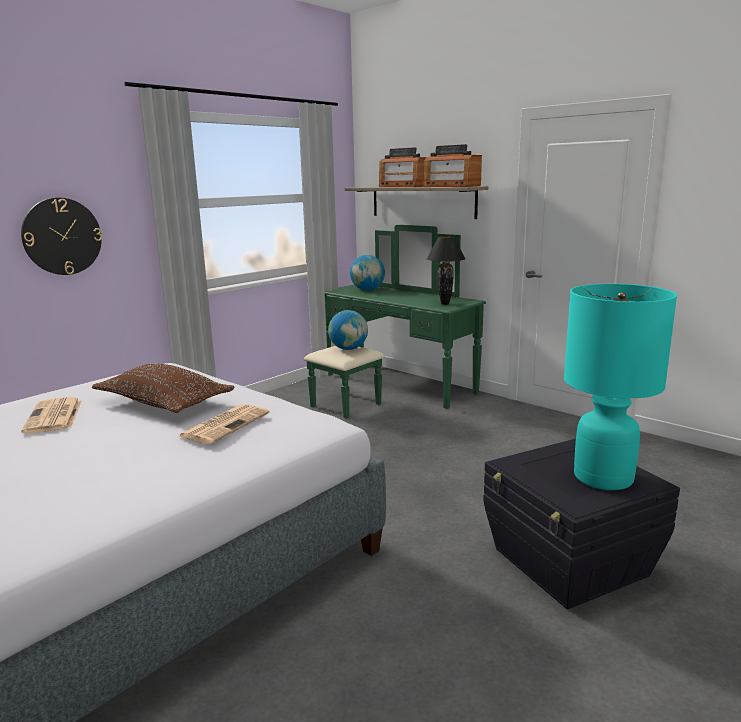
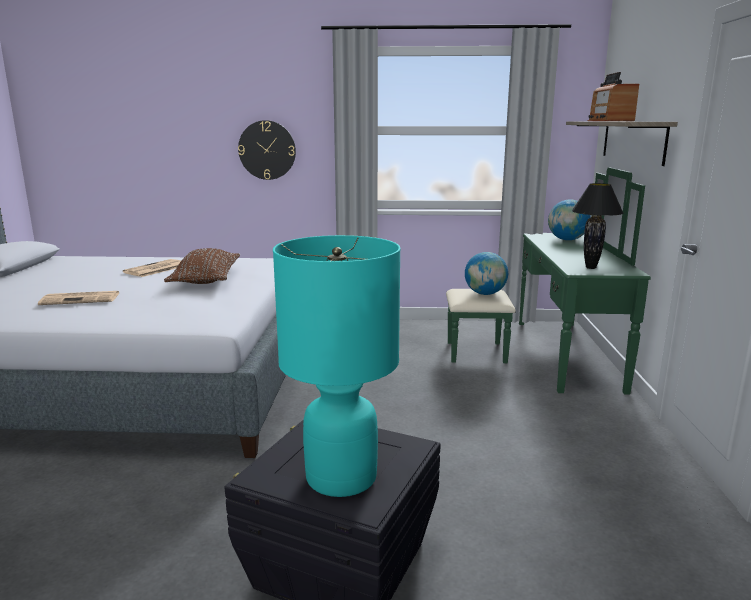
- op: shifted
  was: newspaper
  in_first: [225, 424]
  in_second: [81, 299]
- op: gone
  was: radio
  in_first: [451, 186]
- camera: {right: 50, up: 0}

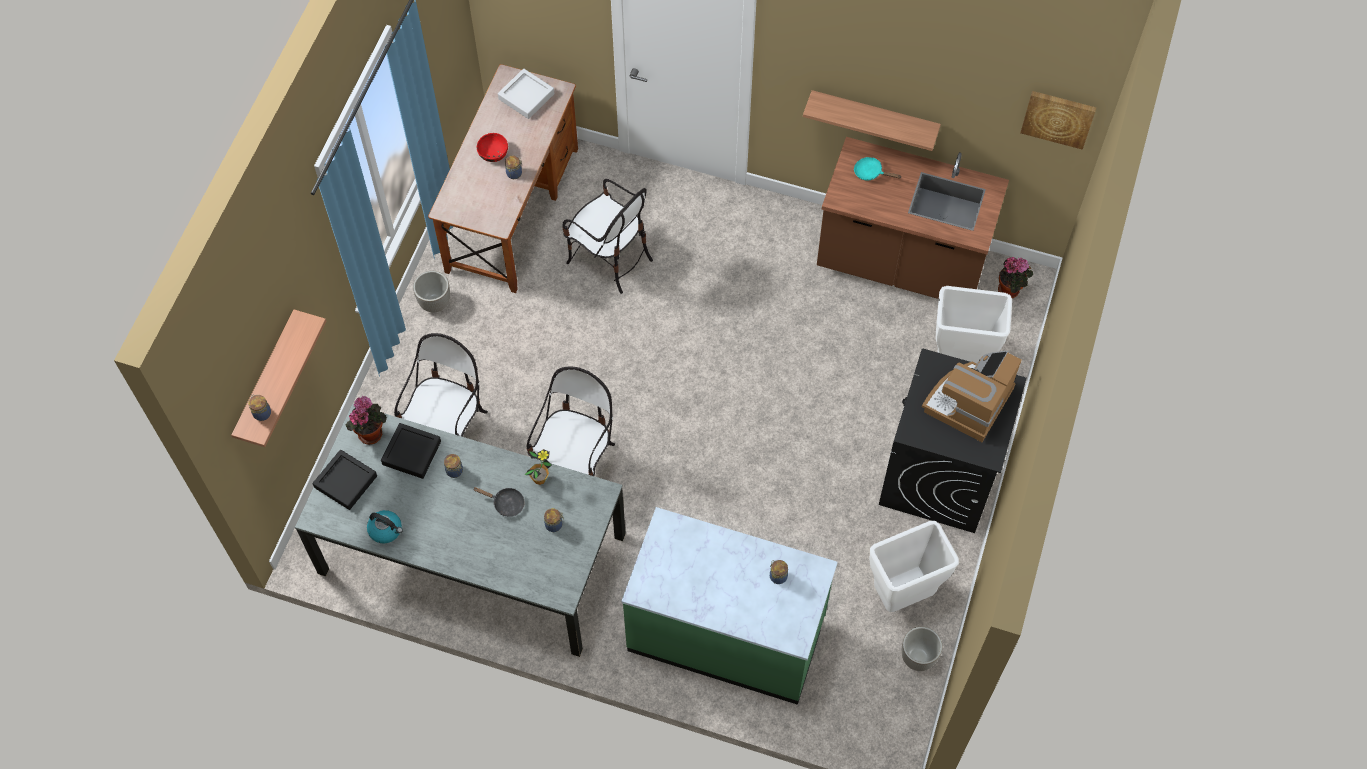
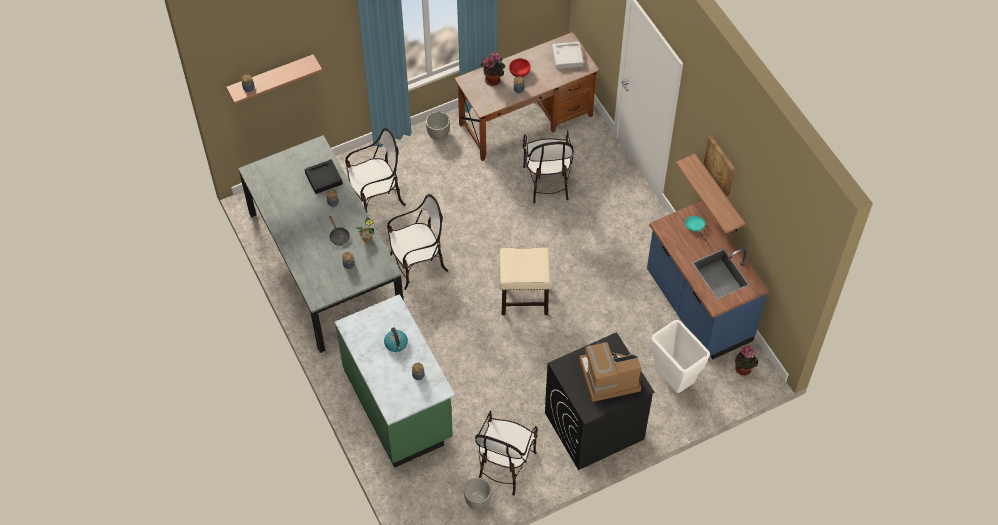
- op: gone
  was: black tray
  in_first: [345, 482]
- op: shifted
  was: potted plant
  in_first: [370, 432]
  in_second: [493, 79]
- op: shifted
  was: kettle
  in_first: [386, 530]
  in_second: [396, 344]
- op: repainted
  was: brown counter
  now: blue counter
  in_first: [901, 265]
  in_second: [697, 308]
- op: swapped
  was: white trash can
  now: chair
  in_first: [901, 595]
  in_second: [505, 465]
- op: shifted
  was: picture
  in_first: [1058, 118]
  in_second: [720, 165]
- op: new
  now: beige stool
  in_second: [523, 299]
- camera: {right: 45, up: -5}

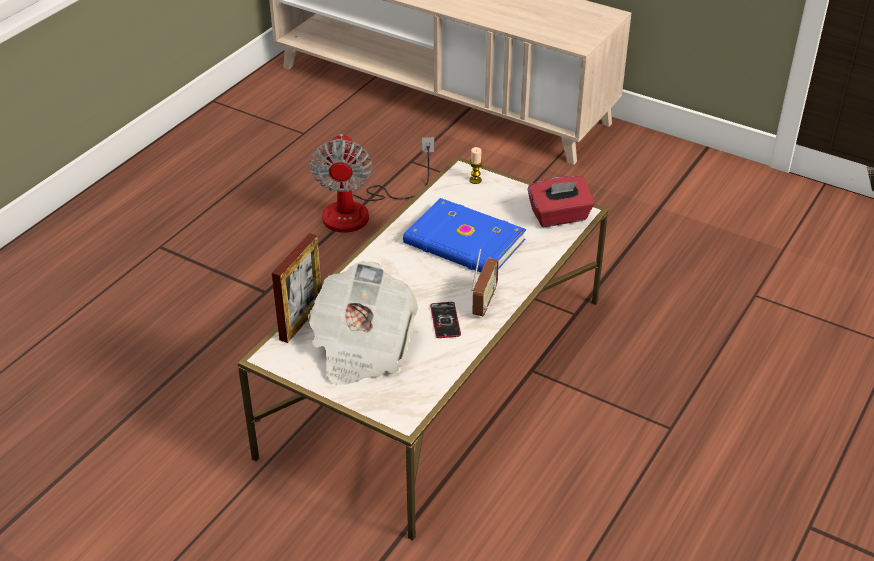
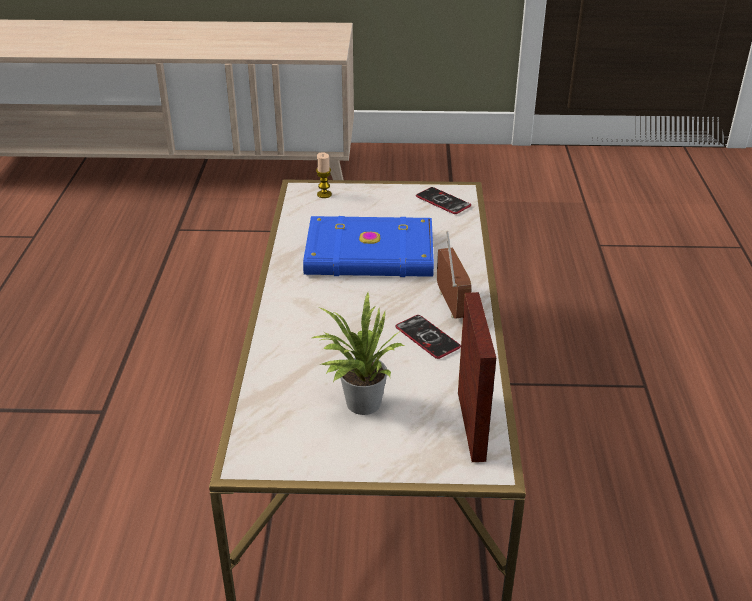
- op: shifted
  was: picture frame
  in_first: [301, 320]
  in_second: [471, 425]
- op: swapped
  was: newspaper
  now: potted plant
  in_first: [361, 347]
  in_second: [358, 403]
- op: gone
  was: fan
  in_first: [360, 211]
- op: swapped
  was: red tissue box
  now: phone
  in_first: [559, 216]
  in_second: [443, 201]
- camera: {right: -30, up: -5}

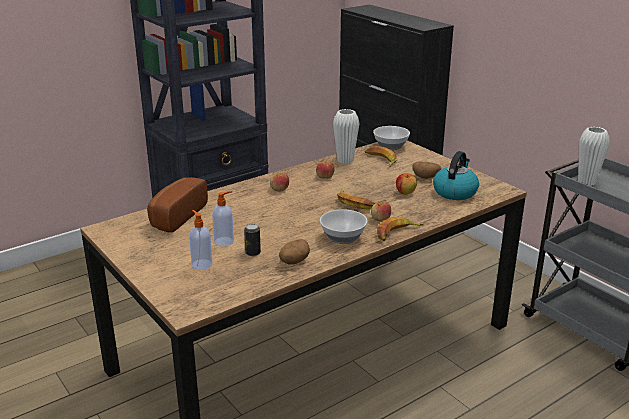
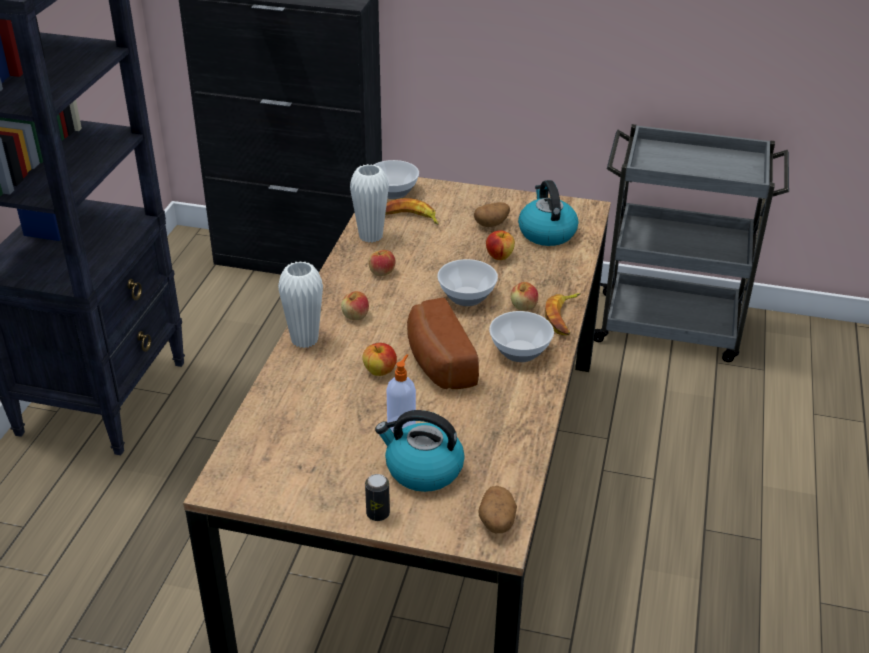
- op: shifted
  was: bread
  in_first: [175, 216]
  in_second: [437, 362]
- op: swapped
  was: soap dispenser
  now: kettle
  in_first: [201, 264]
  in_second: [422, 469]
- op: shifted
  was: can
  in_first: [253, 253]
  in_second: [378, 513]
- op: shifted
  was: potato
  in_first: [294, 261]
  in_second: [497, 523]
- op: swapped
  was: banana
  now: bowl
  in_first: [355, 203]
  in_second: [467, 296]
- op: shifted
  was: white vase
  in_first: [586, 182]
  in_second: [304, 340]
- op: new
  now: apple
  in_second: [380, 371]
- camera: {right: -40, up: 10}

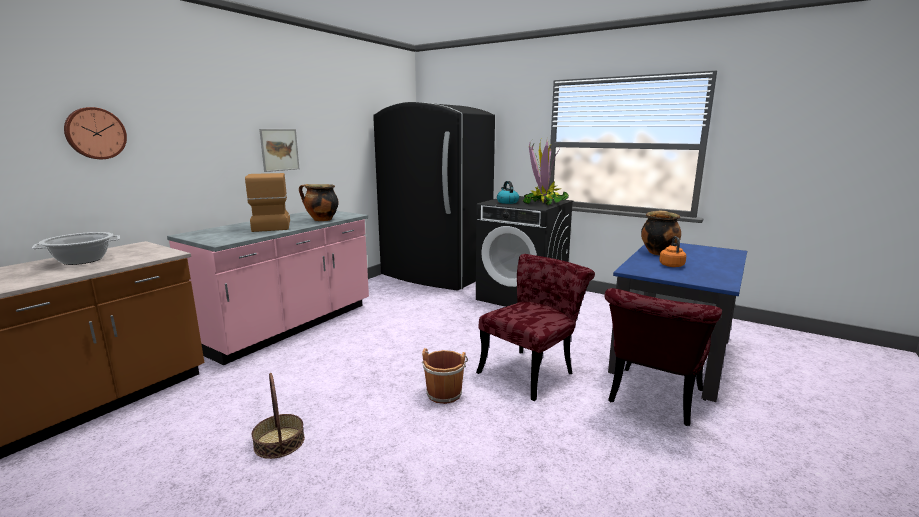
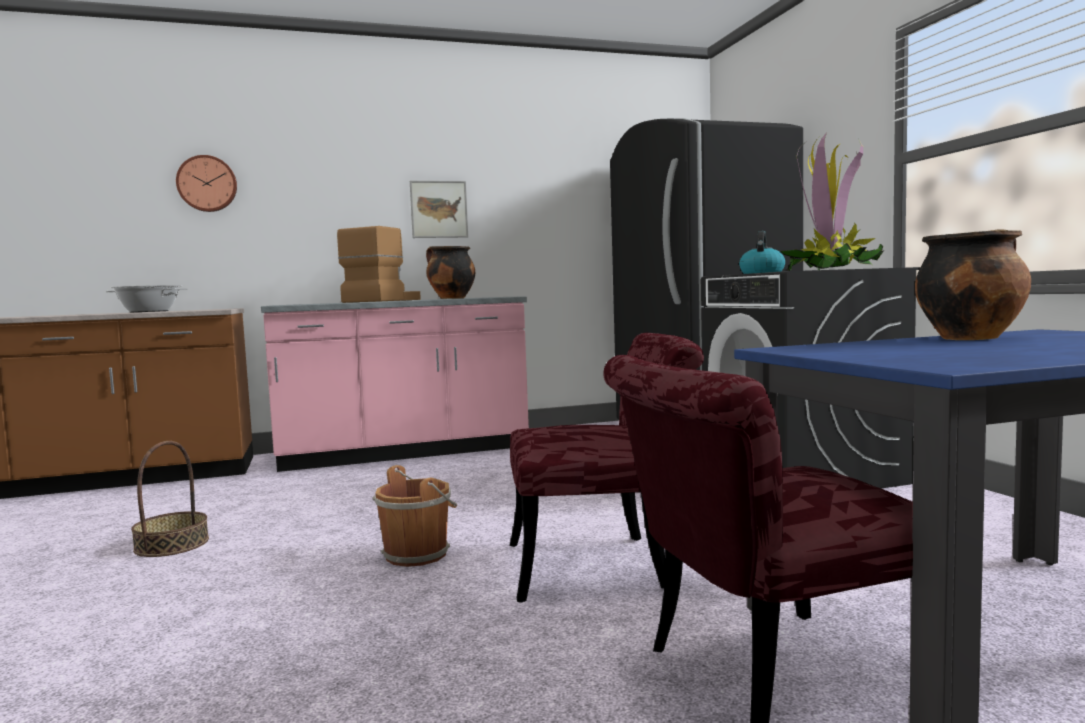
- op: gone
  was: orange kettle
  in_first: [671, 265]
- camera: {right: 40, up: -10}

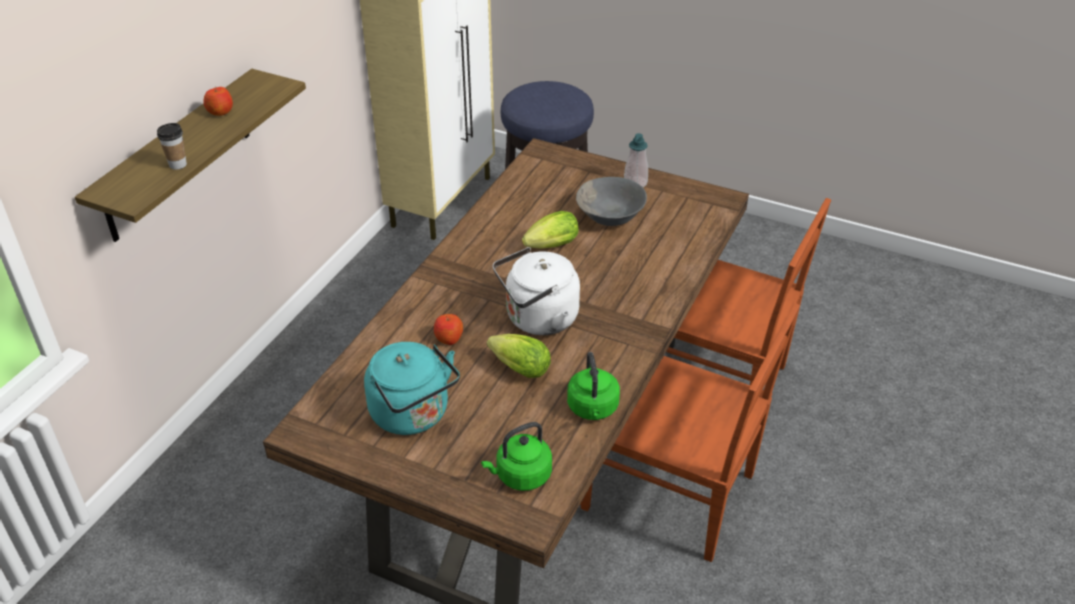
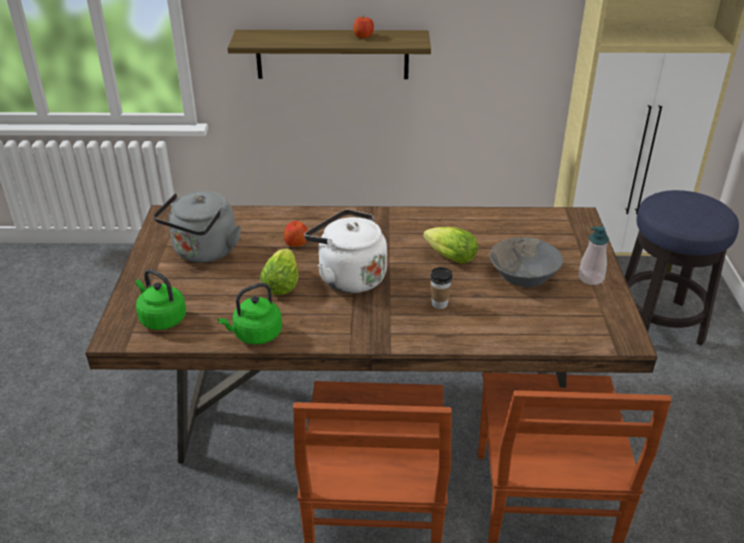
- op: shifted
  was: cup
  in_first: [178, 164]
  in_second: [439, 304]
- op: repainted
  was: turquoise kettle
  now: grey kettle
  in_first: [413, 415]
  in_second: [203, 252]
- camera: {right: 65, up: -5}

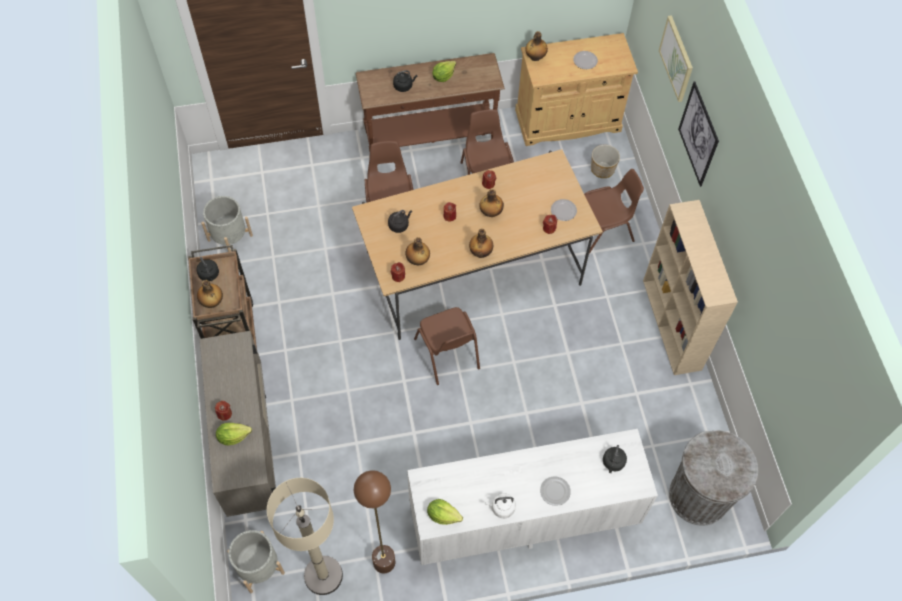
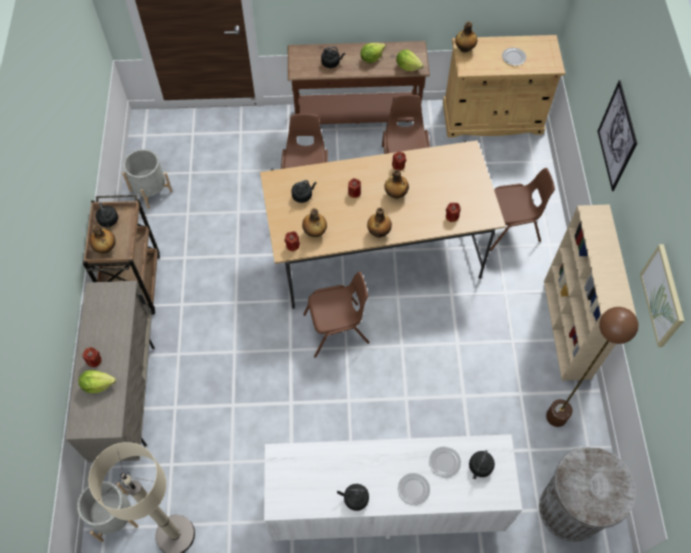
- op: shifted
  was: brown floor lamp
  in_first: [384, 562]
  in_second: [556, 417]
- op: rotated
  was: brown chair
  in_first: [447, 354]
  in_second: [337, 329]
  clockwise: -90
- op: shifted
  was: lettuce
  in_first: [443, 515]
  in_second: [408, 66]
- op: repainted
  was: white kettle
  now: black kettle
  in_first: [501, 508]
  in_second: [354, 499]
- op: shifted
  was: plate
  in_first: [563, 210]
  in_second: [444, 462]
- op: gone
  was: planter
  in_first: [602, 169]
- op: shifted
  was: picture
  in_first: [677, 58]
  in_second: [663, 296]
- camera: {right: 10, up: 0}

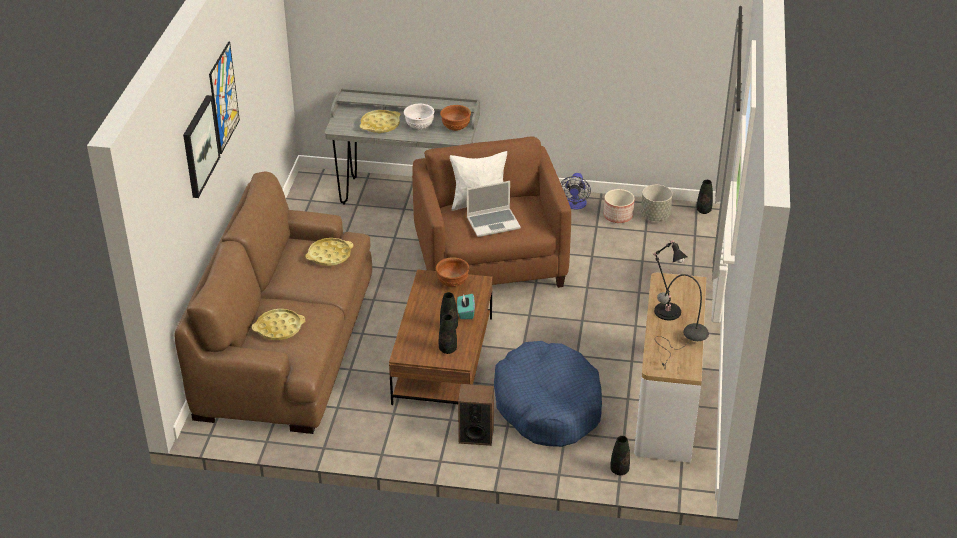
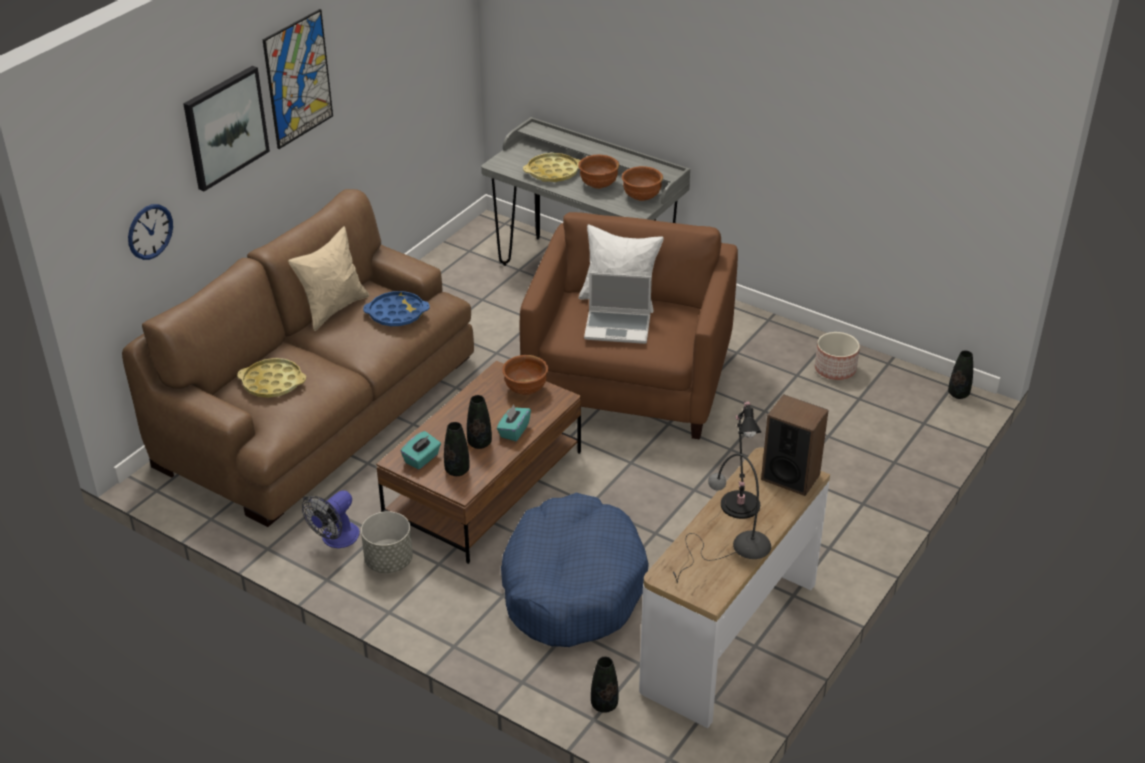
- op: repainted
  was: yellow tray
  now: blue tray
  in_first: [329, 255]
  in_second: [396, 313]
- op: repainted
  was: white bowl
  now: brown bowl
  in_first: [419, 126]
  in_second: [598, 185]
- op: shifted
  was: speaker
  in_first: [476, 435]
  in_second: [790, 476]
- op: shifted
  was: fan
  in_first: [574, 205]
  in_second: [335, 539]
- op: shifted
  was: grey planter
  in_first: [655, 216]
  in_second: [388, 561]
- op: new
  now: wall clock
  in_second: [150, 231]
- op: new
  now: beige pillow
  in_second: [333, 308]
- op: new
  now: turquoise tissue box
  in_second: [422, 459]
- camera: {right: 25, up: 0}

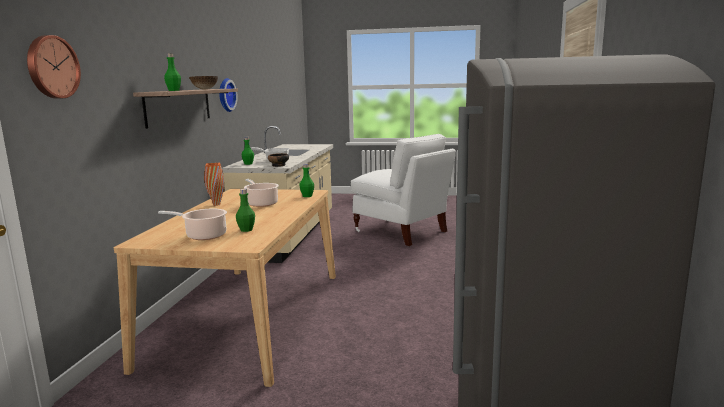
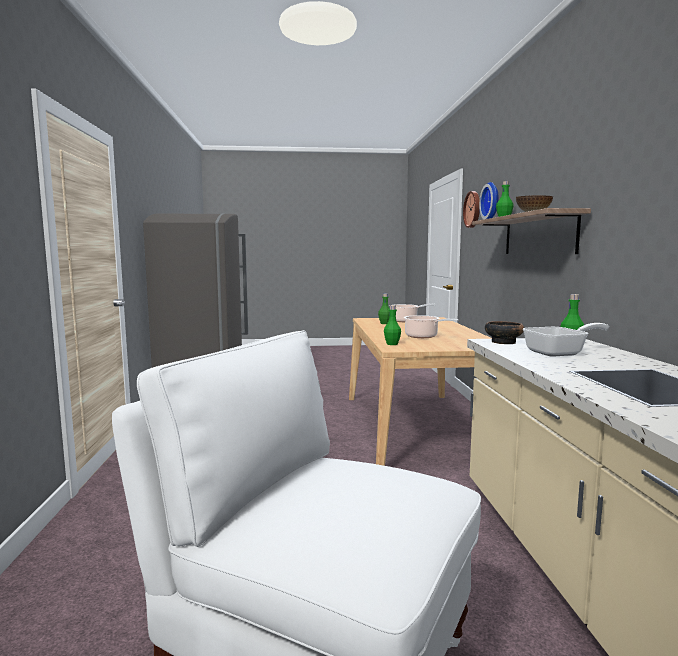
- op: gone
  was: orange vase
  in_first: [216, 204]
- op: shifted
  was: wall clock
  in_first: [225, 95]
  in_second: [492, 201]
- camera: {right: 165, up: -5}

